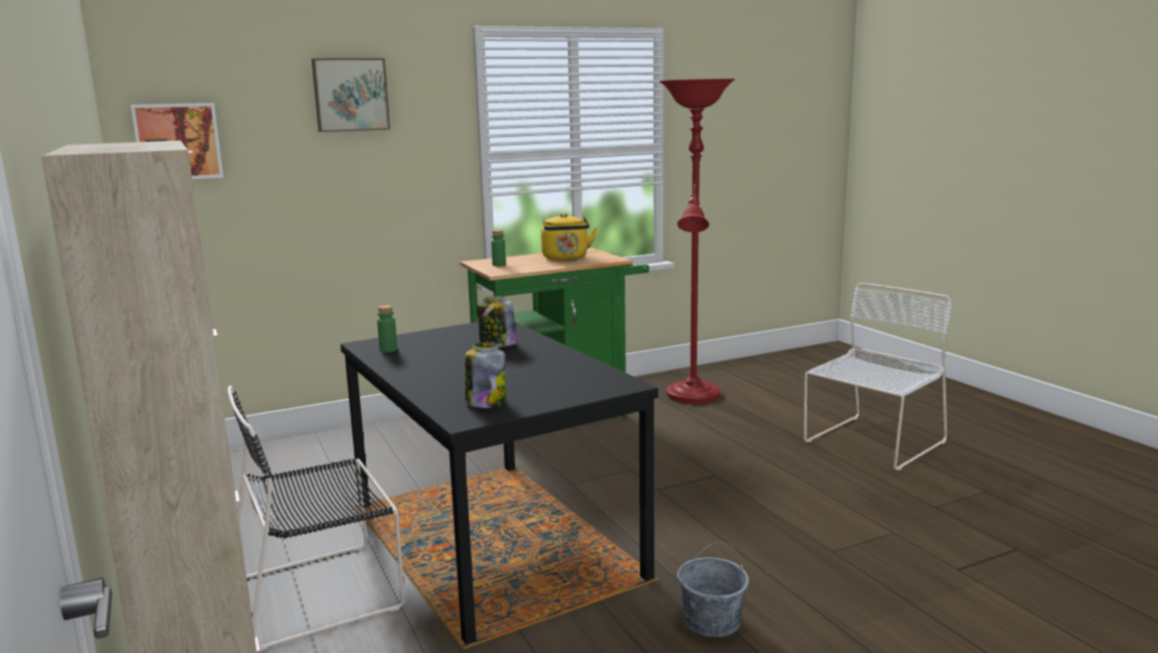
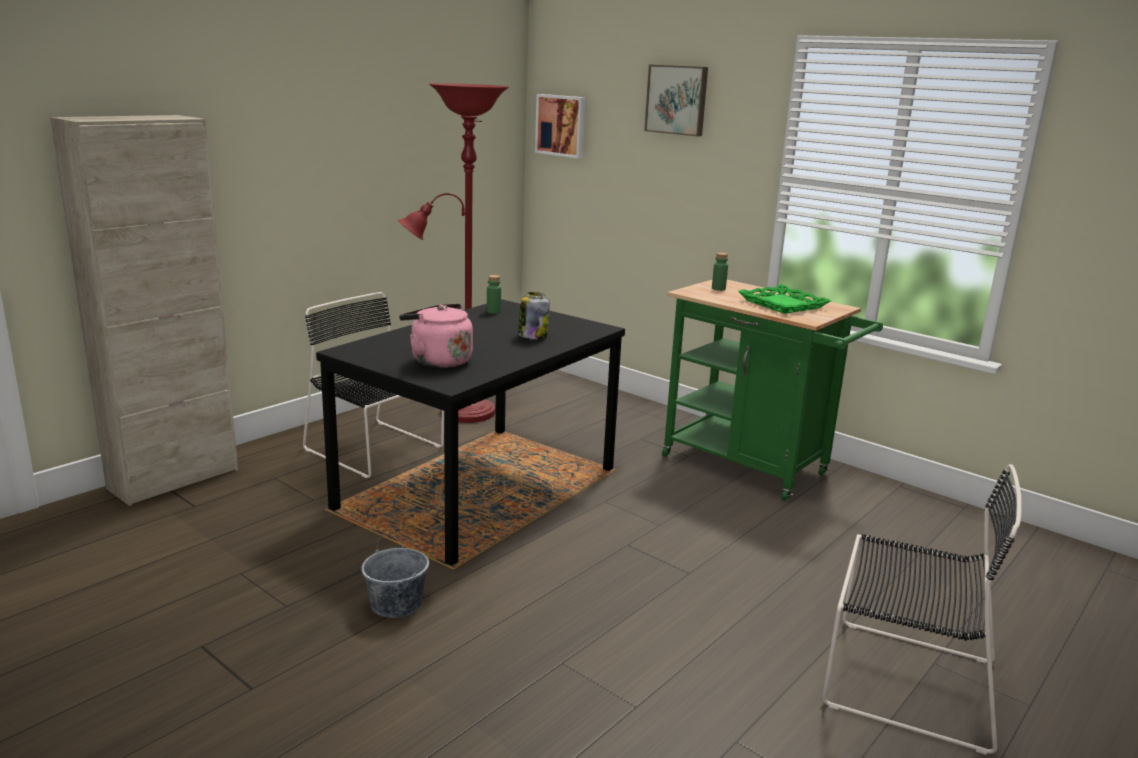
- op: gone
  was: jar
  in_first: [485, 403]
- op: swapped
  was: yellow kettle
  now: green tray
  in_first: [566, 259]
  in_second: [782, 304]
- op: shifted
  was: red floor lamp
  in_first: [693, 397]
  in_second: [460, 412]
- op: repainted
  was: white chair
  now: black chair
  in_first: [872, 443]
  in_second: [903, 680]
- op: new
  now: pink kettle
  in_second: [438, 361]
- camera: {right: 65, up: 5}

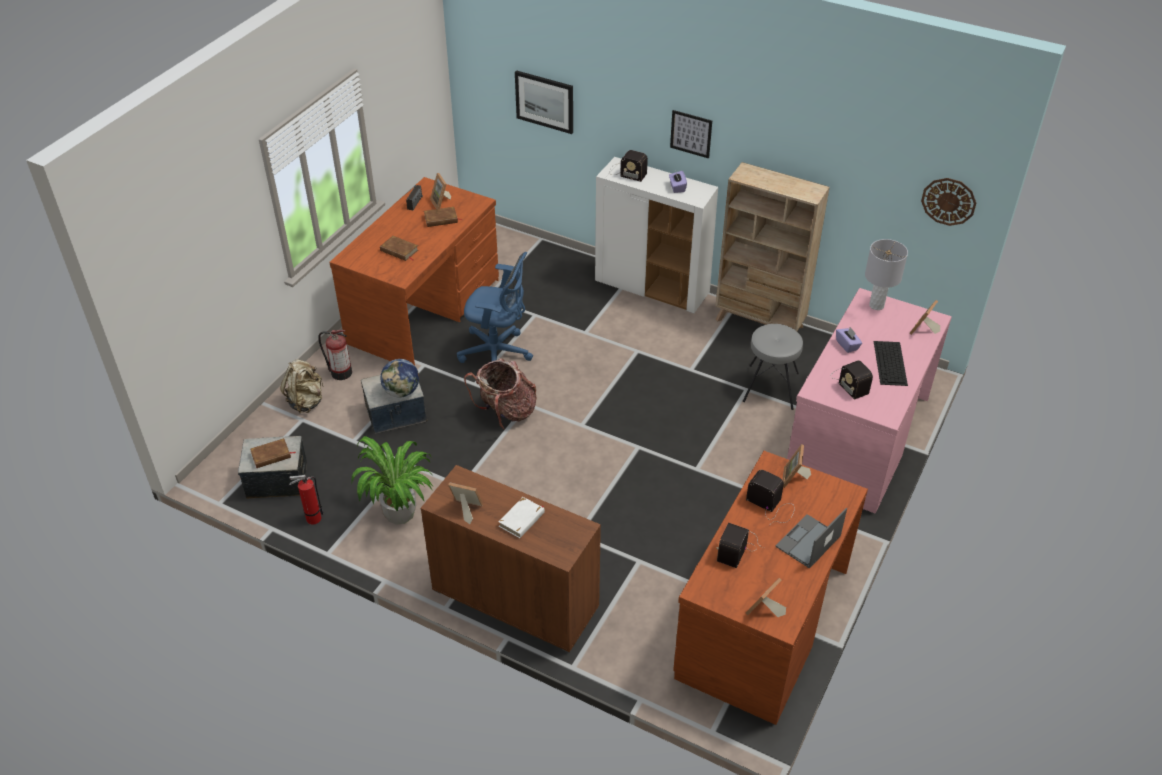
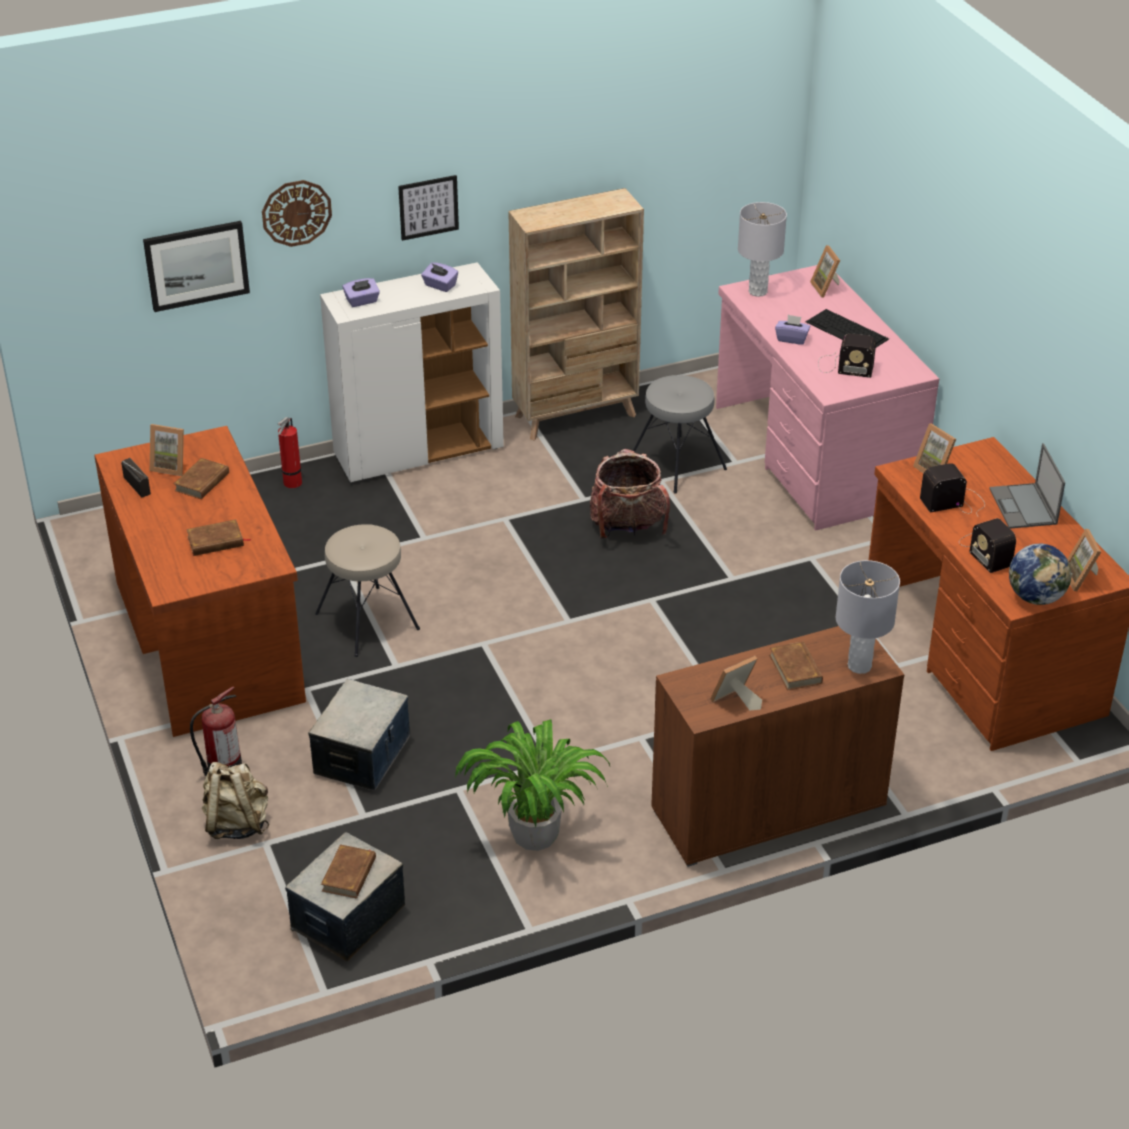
- op: shifted
  was: fire extinguisher
  in_first: [311, 519]
  in_second: [291, 484]
- op: shifted
  was: globe
  in_first: [402, 392]
  in_second: [1036, 597]
- op: swapped
  was: blue office chair
  now: beige stool
  in_first: [498, 353]
  in_second: [368, 620]
- op: shifted
  was: backpack
  in_first: [506, 412]
  in_second: [627, 527]
- op: repainted
  was: white book
  now: brown book
  in_first: [522, 519]
  in_second: [795, 669]
- op: swapped
  was: radio
  now: purple tissue box
  in_first: [626, 172]
  in_second: [362, 301]
- op: shifted
  was: wall clock
  in_first: [948, 201]
  in_second: [296, 212]
- op: new
  now: grey table lamp
  in_second: [859, 665]
- camera: {right: -50, up: -5}

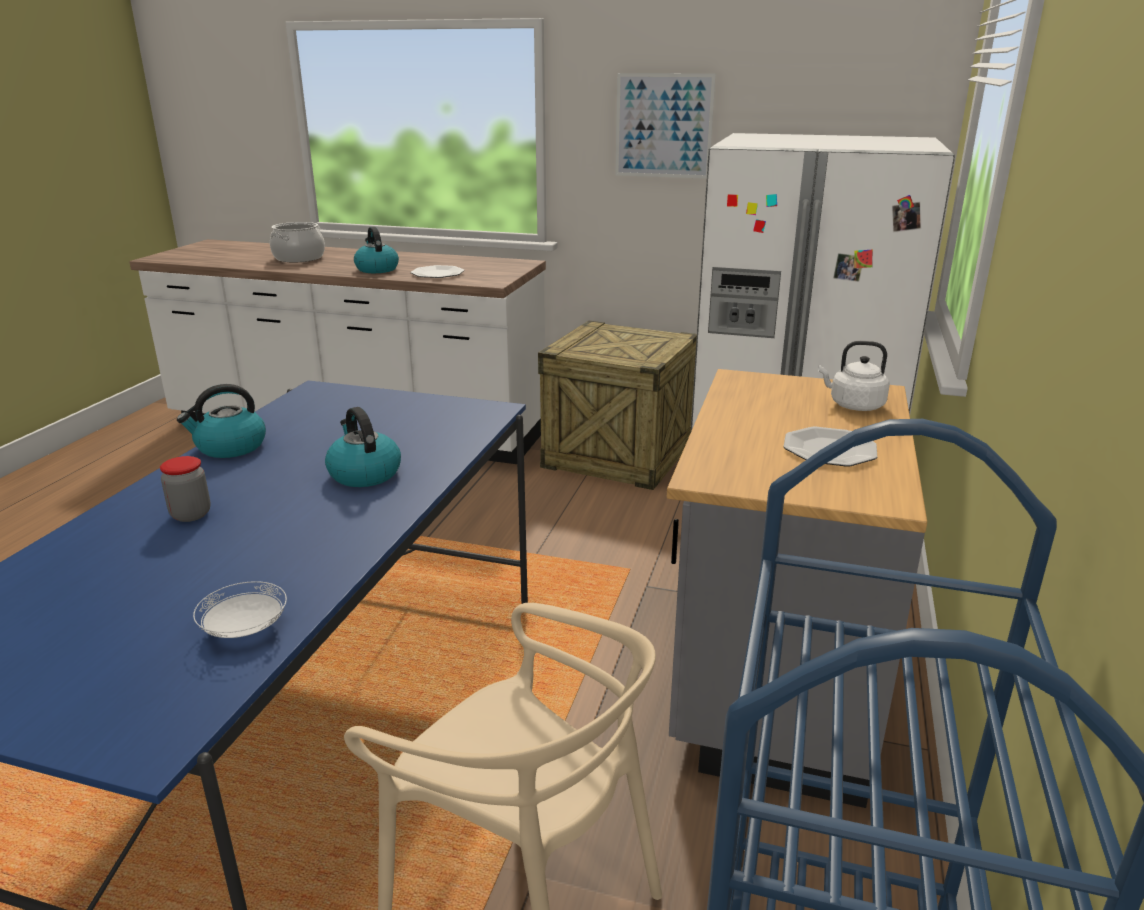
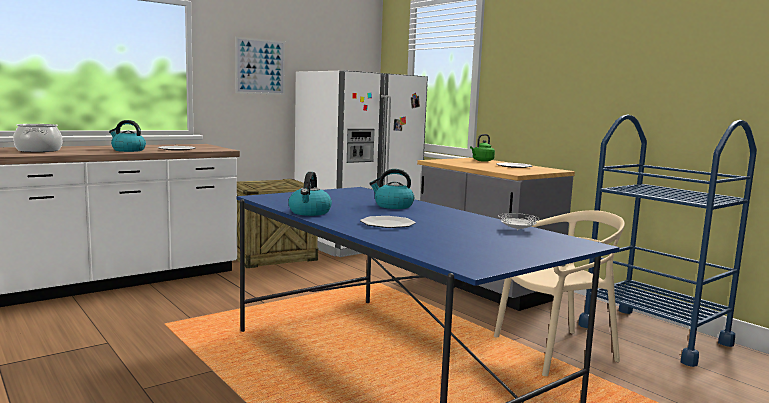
- op: swapped
  was: jar
  now: plate
  in_first: [191, 514]
  in_second: [387, 224]
- op: repainted
  was: white kettle
  now: green kettle
  in_first: [853, 405]
  in_second: [482, 161]
- camera: {right: -55, up: -15}

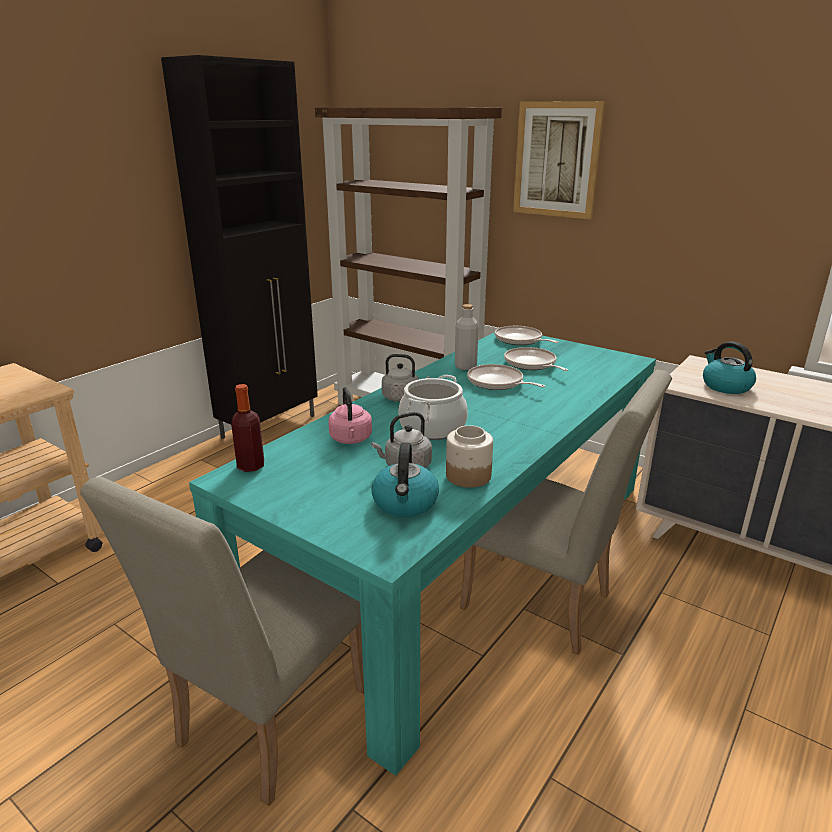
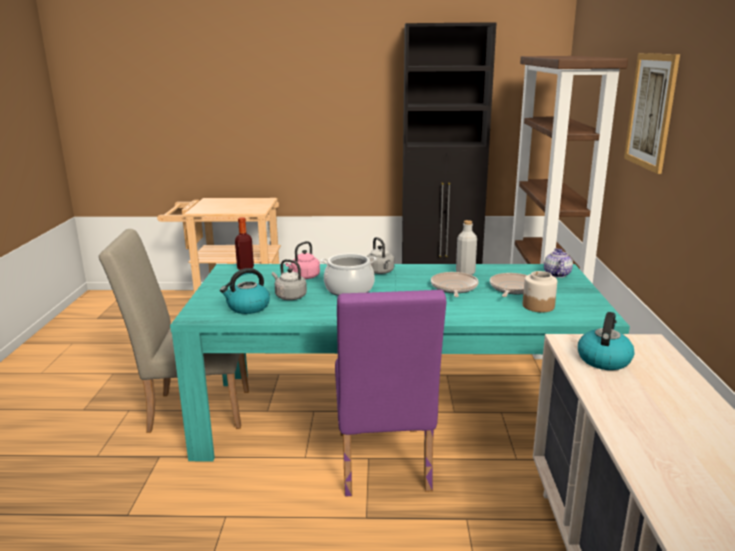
- op: shifted
  was: jar
  in_first: [467, 476]
  in_second: [538, 306]
- op: repainted
  was: beige chair
  now: purple chair
  in_first: [547, 605]
  in_second: [383, 467]
- op: swapped
  was: frying pan
  now: teapot
  in_first: [520, 340]
  in_second: [556, 274]
- camera: {right: 55, up: -5}

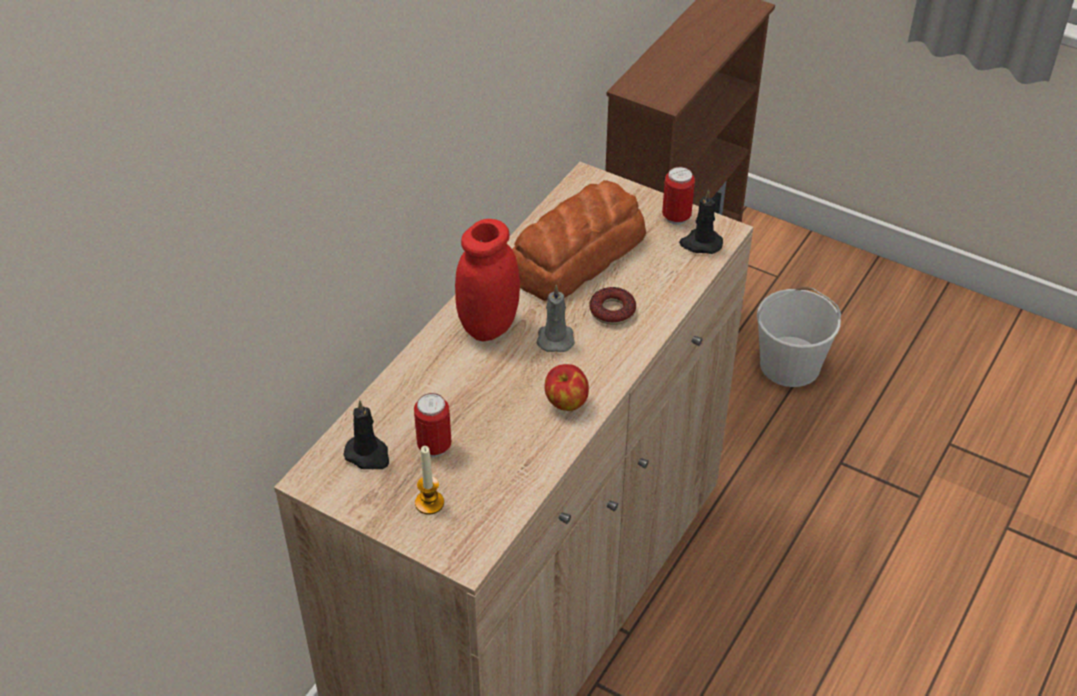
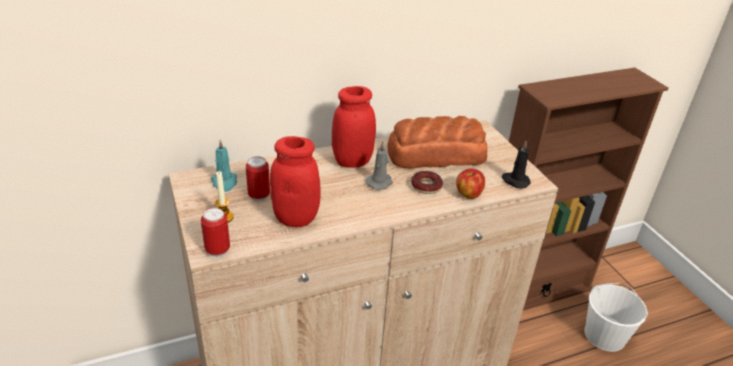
- op: repainted
  was: black candle
  now: turquoise candle
  in_first: [368, 455]
  in_second: [224, 183]
- op: shifted
  was: apple
  in_first: [566, 402]
  in_second: [468, 194]
- op: shifted
  was: can
  in_first: [676, 217]
  in_second: [217, 250]
- op: new
  now: red jar
  in_second: [296, 218]
- camera: {right: 35, up: -10}

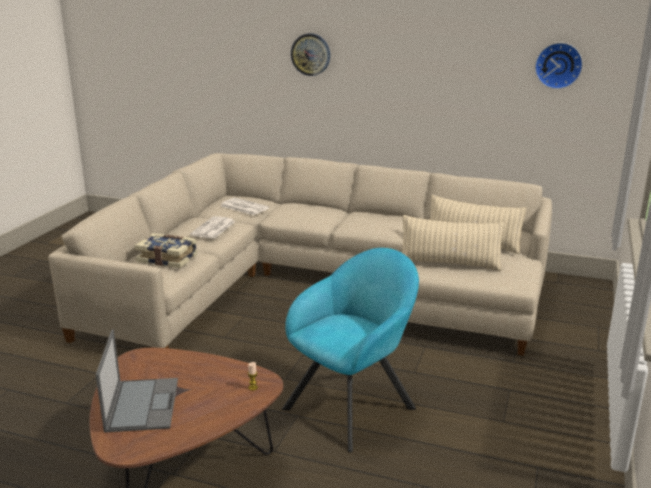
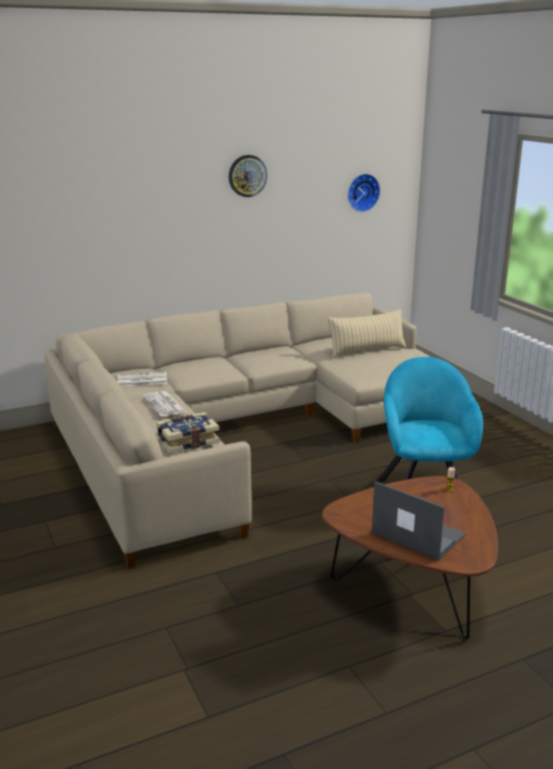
- op: shifted
  was: wall clock
  in_first: [310, 54]
  in_second: [247, 176]
- op: gone
  was: beige pillow
  in_first: [449, 263]
- camera: {right: -45, up: 0}

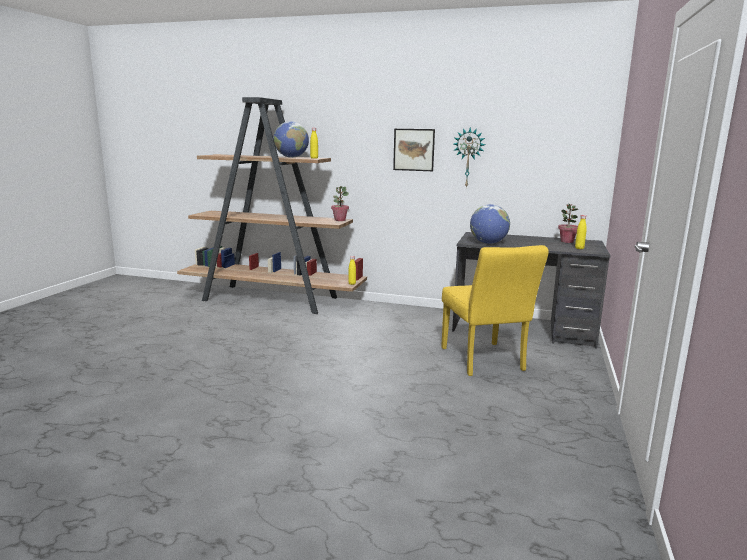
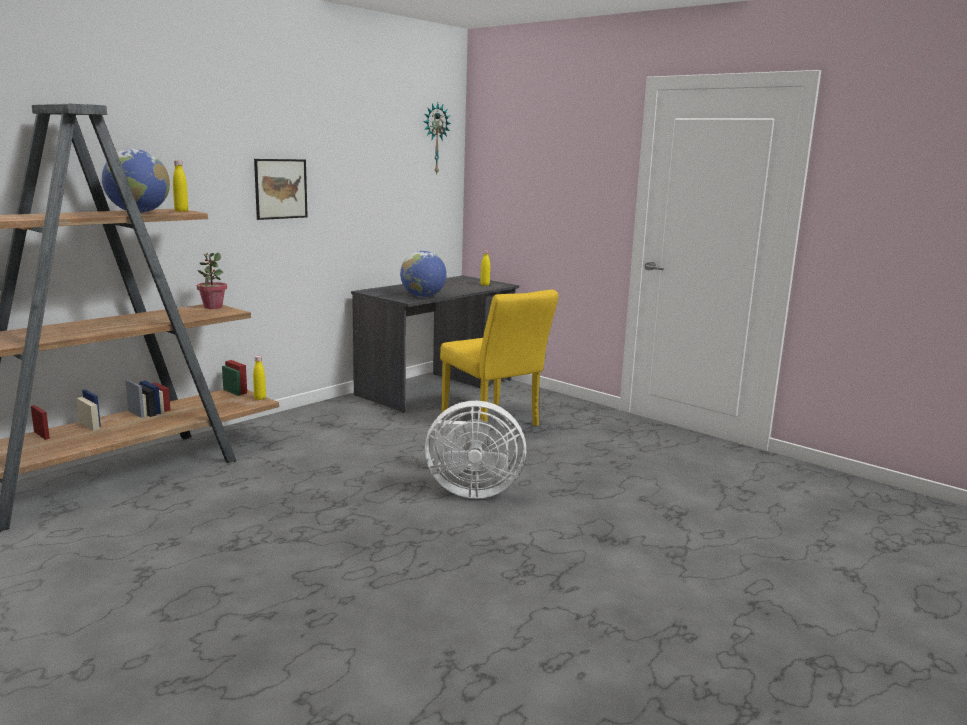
- op: rotated
  was: yellow chair
  in_first: [485, 361]
  in_second: [494, 422]
  clockwise: 45
- op: shifted
  was: wall clock
  in_first: [468, 157]
  in_second: [434, 138]
- op: gone
  was: potted plant
  in_first: [567, 241]
- op: new
  now: white fan
  in_second: [471, 490]
- camera: {right: -65, up: 0}

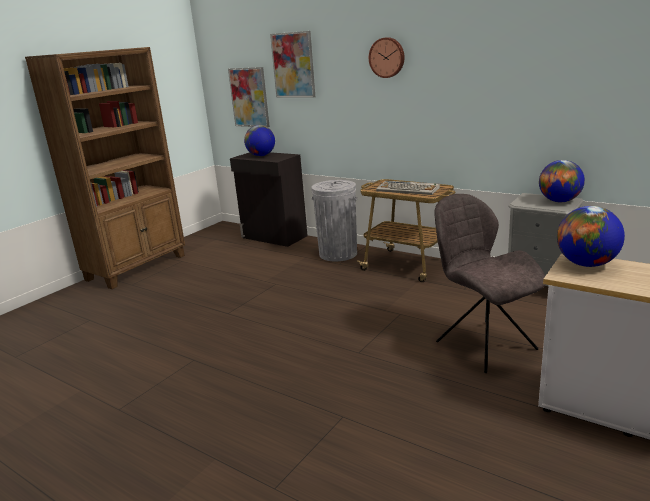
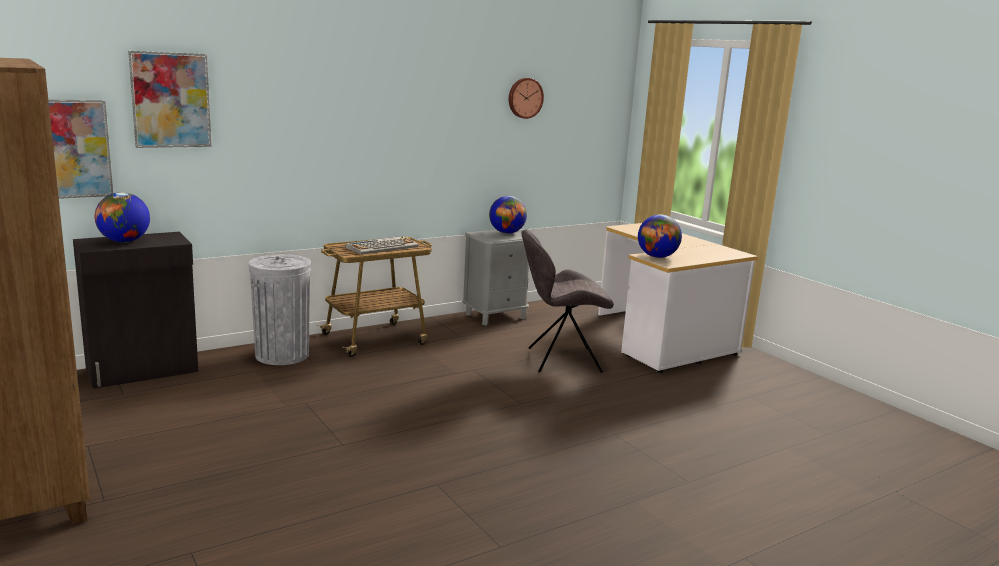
- op: shifted
  was: wall clock
  in_first: [387, 57]
  in_second: [524, 98]
- camera: {right: -70, up: -5}

